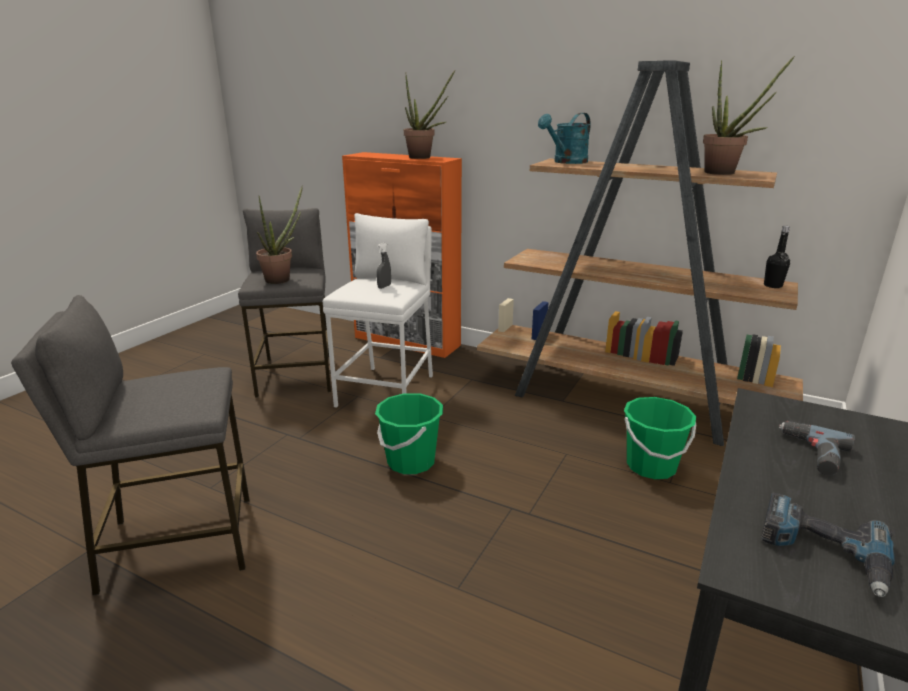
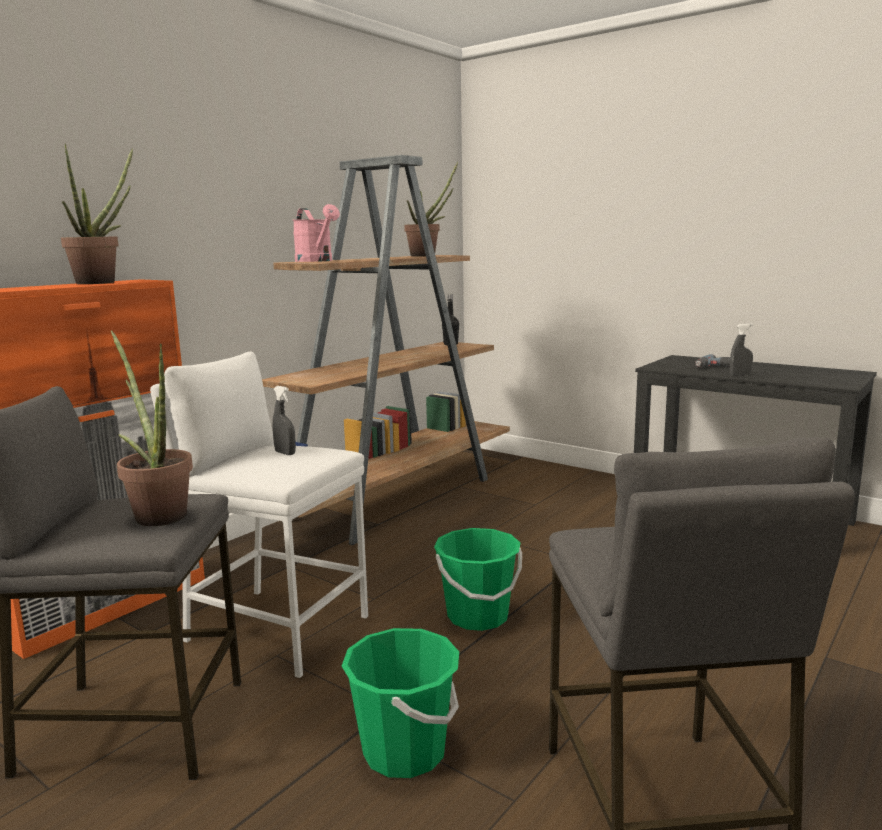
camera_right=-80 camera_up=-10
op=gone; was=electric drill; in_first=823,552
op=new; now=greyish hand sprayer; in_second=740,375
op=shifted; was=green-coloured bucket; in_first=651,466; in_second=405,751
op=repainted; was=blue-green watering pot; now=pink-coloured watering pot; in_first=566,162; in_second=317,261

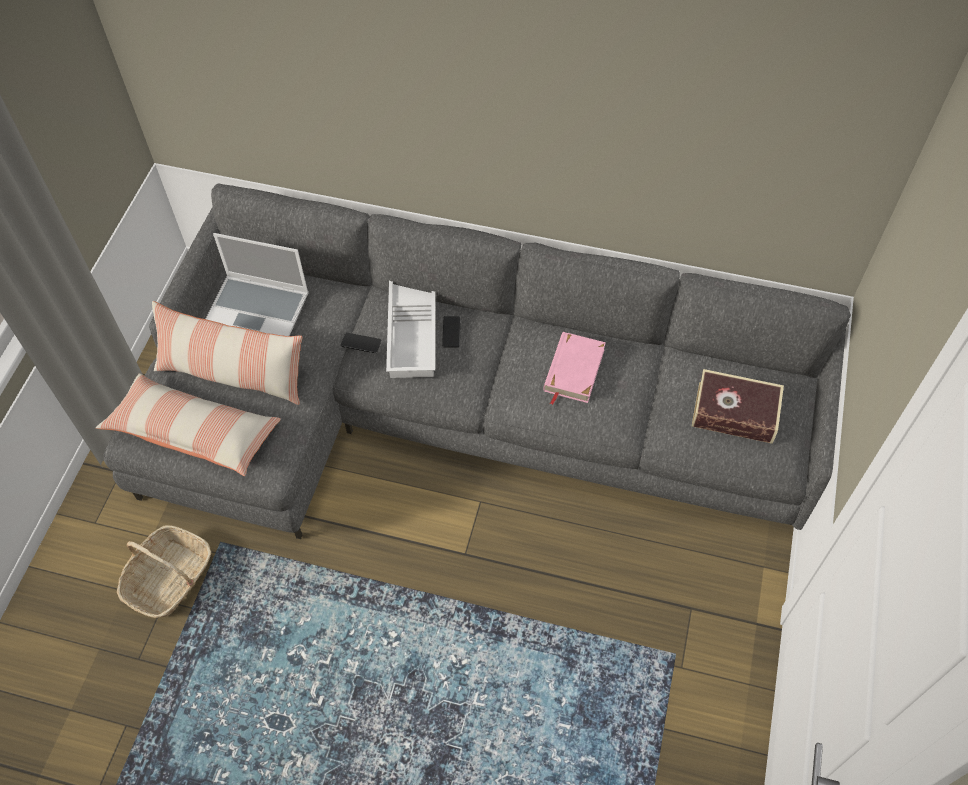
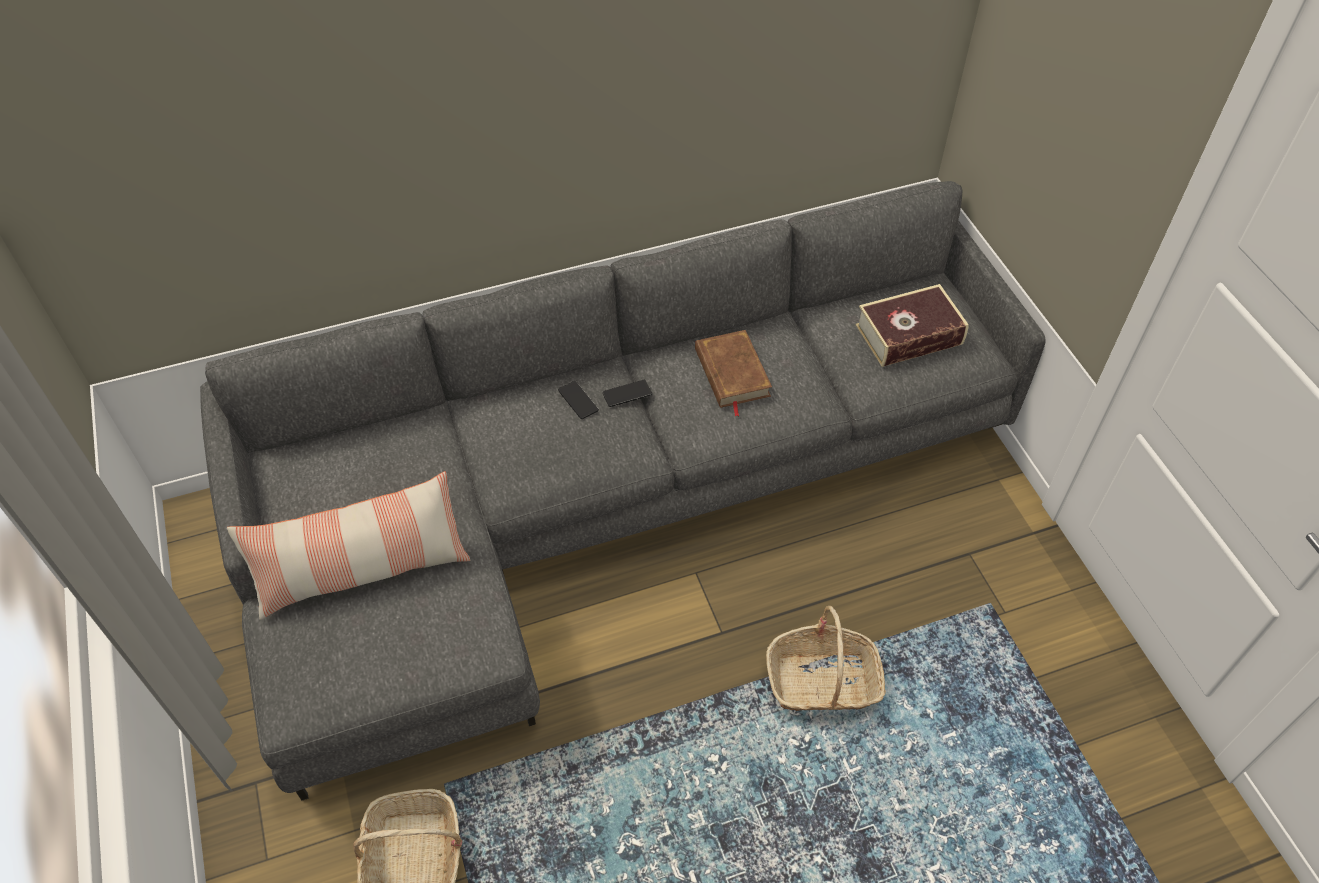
camera_right=-35 camera_up=-5
op=gone; was=throw pillow; in_first=194,433
op=gone; was=portable computer; in_first=259,309
op=gone; was=white serving tray; in_first=414,333
op=new; now=basket; in_second=822,681
op=shifted; was=telephone; in_first=361,343; in_second=627,394
op=repainted; was=pink-coloured book; now=brown-coloured book; in_first=573,370; in_second=731,373

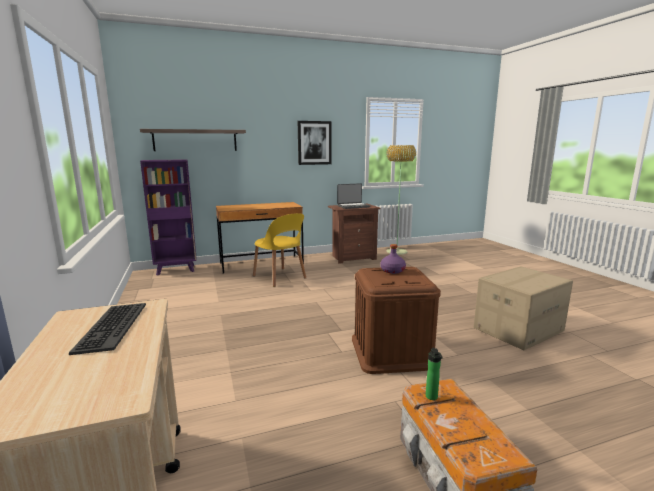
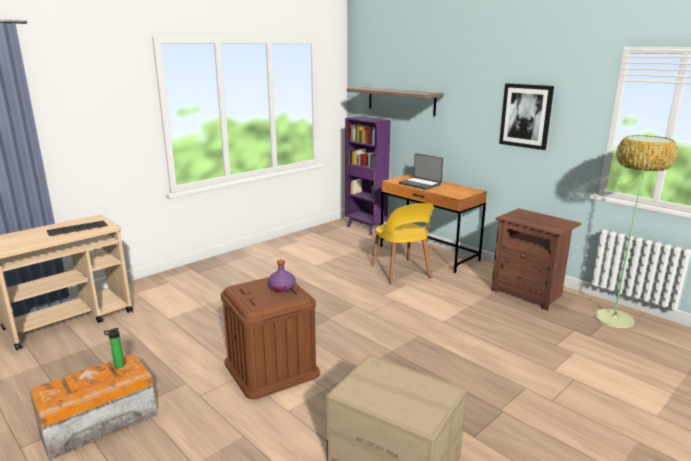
camera_right=65 camera_up=5
op=shifted; was=portable computer; in_first=353,206; in_second=420,184
op=rotated; was=yellow chair; in_first=280,277; in_second=400,272; clockwise=-45

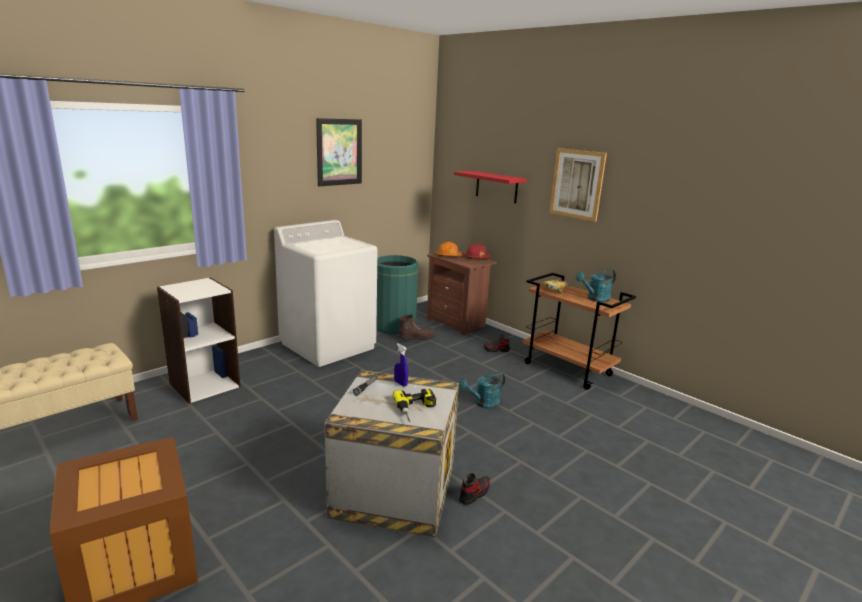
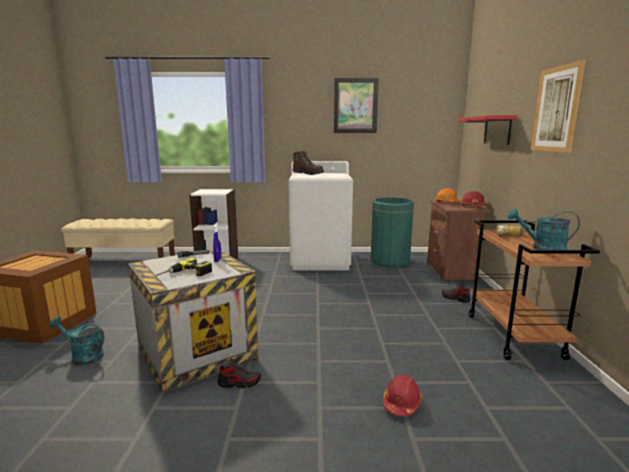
camera_right=45 camera_up=-5
op=new; now=red work helmet; in_second=401,403
op=shifted; was=brown-coloured high-top boot; in_first=416,338; in_second=308,174
op=shifted; was=blue-green watering pot; in_first=483,404; in_second=83,356

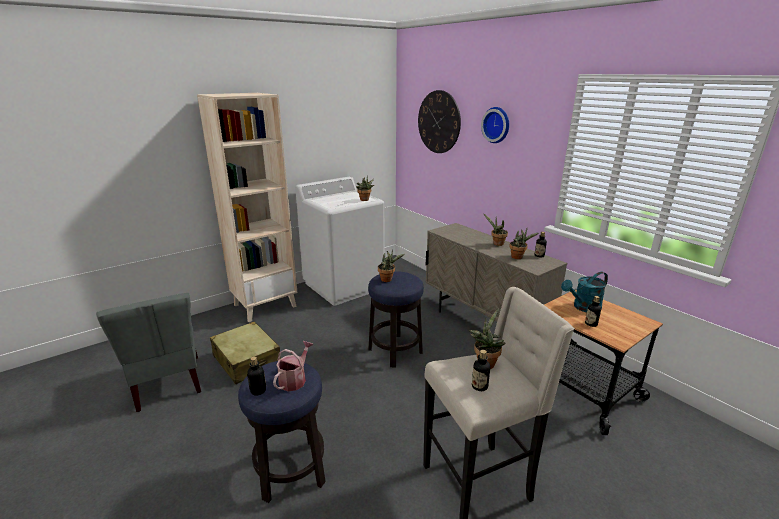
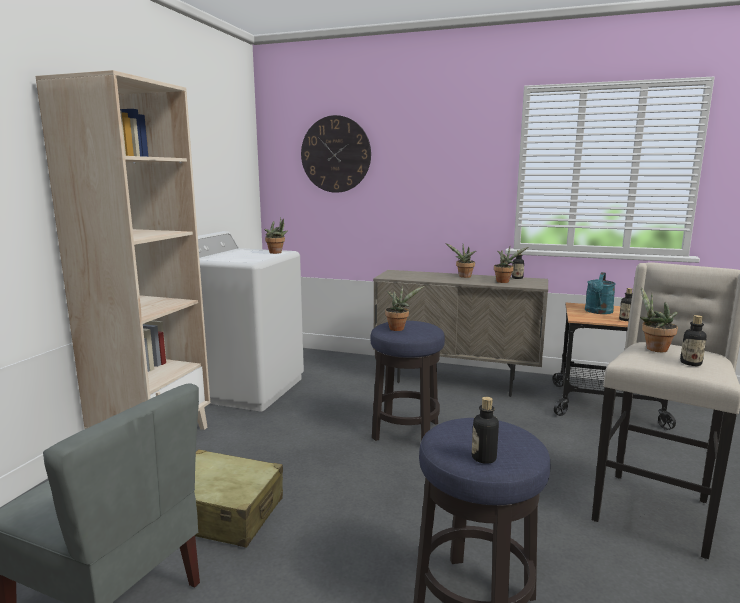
camera_right=-35 camera_up=-10
op=gone; was=watering pot; in_first=295,379
op=gone; was=hanging clock; in_first=497,125

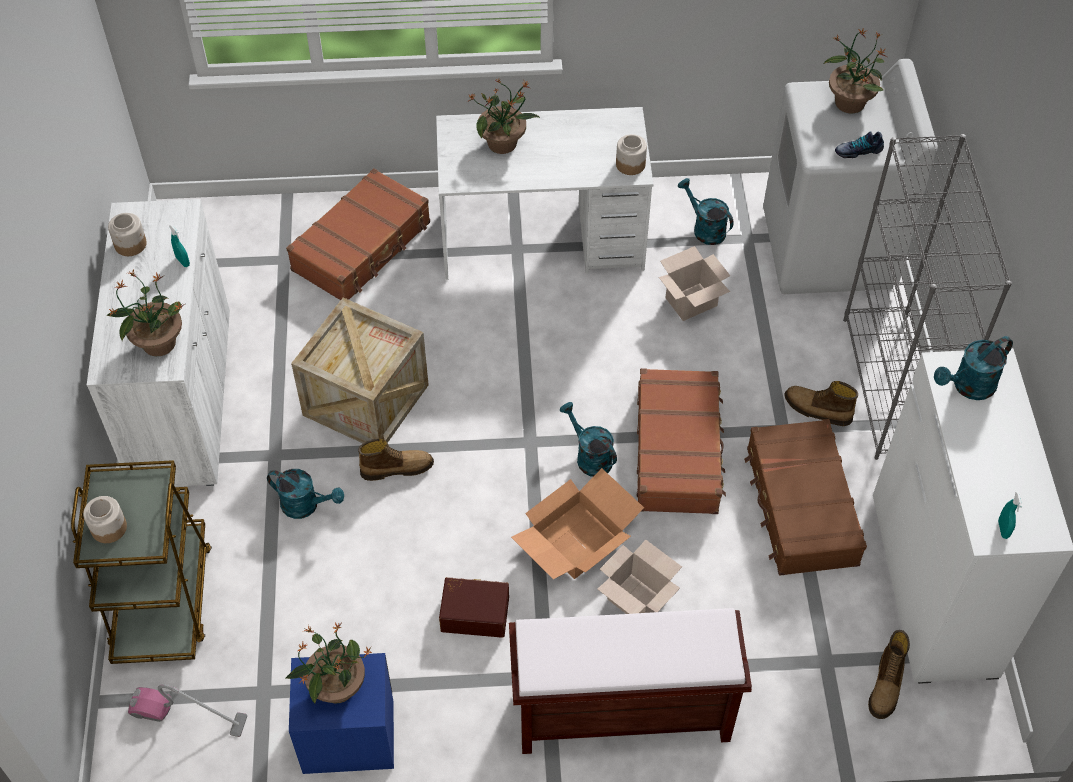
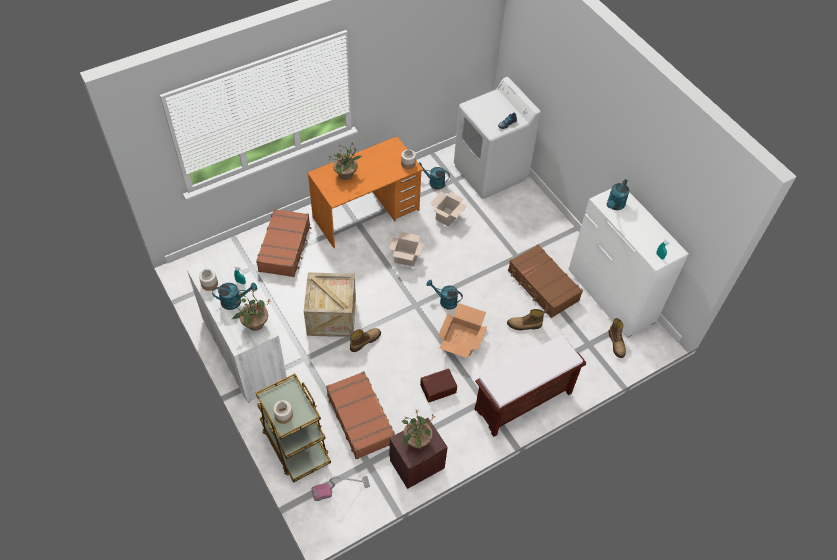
camera_right=-30 camera_up=0
op=gone; was=houseplant; in_first=849,102
op=gone; was=greyish bookshelf; in_first=892,386
op=shifted; was=blue-green watering pot; in_first=306,505; in_second=235,301
op=shifted; was=carton; in_first=638,600; in_second=406,258
op=shifted; was=brown-coloured suitcase; in_first=678,450; in_second=361,418
op=shifted; was=high-top boot; in_first=817,410; in_second=524,325
op=repainted; was=bluish night table; now=brown-coloured night table; in_first=348,736; in_second=417,464
op=repainted; was=white desk; now=orangey desk; in_first=542,241; in_second=366,214

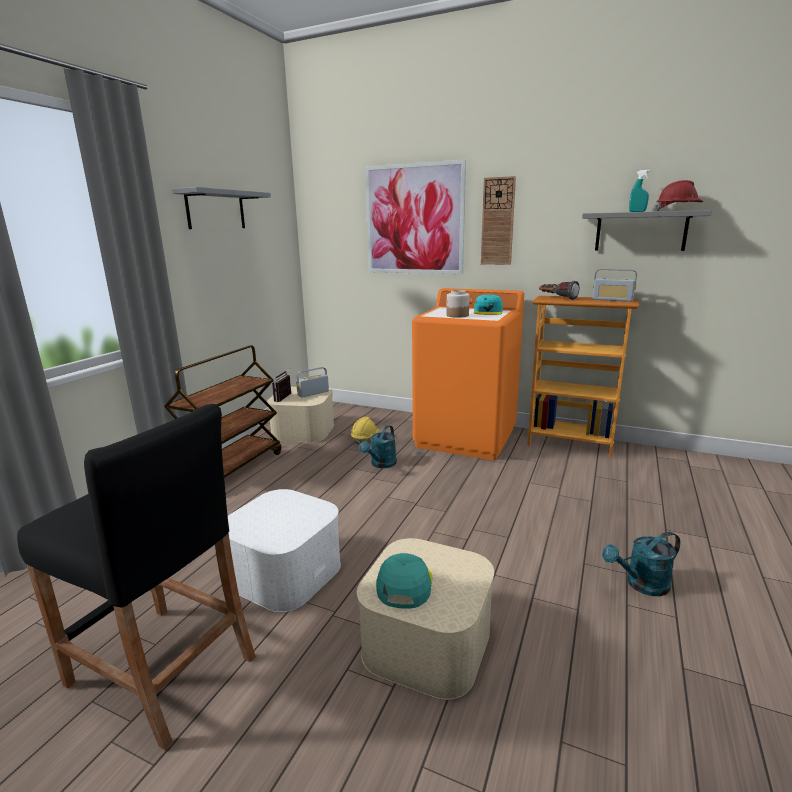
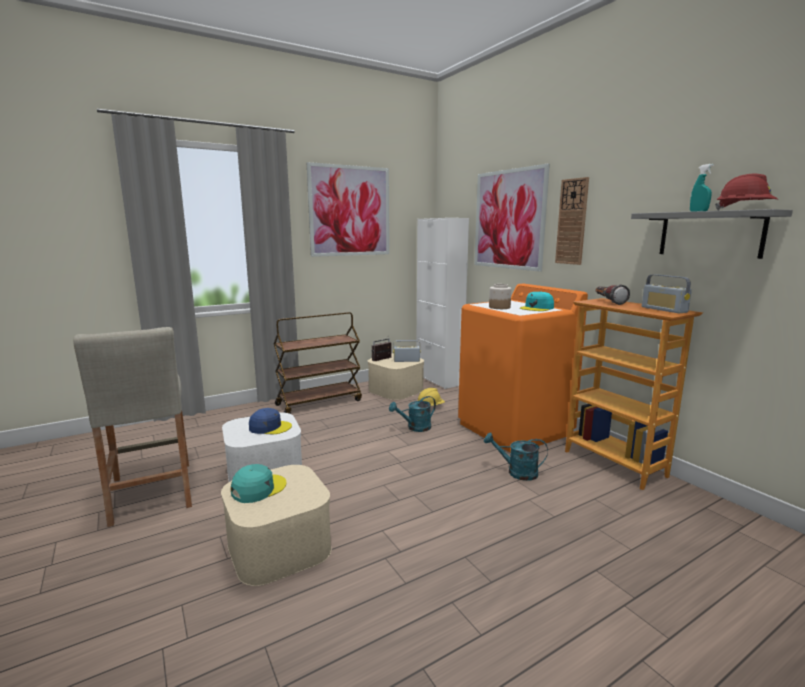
camera_right=35 camera_up=-5
op=new; now=bluish cap; in_second=270,427
op=new; now=white cabinet; in_second=439,379
op=shifted; was=blue-green watering pot; in_first=641,585; in_second=516,472
op=swapped; was=greyish bracket shelf; now=wall art; in_first=216,210; in_second=350,211
op=repainted; was=black-coloured sitting stool; now=sand-coloured sitting stool; in_first=162,670; in_second=151,492

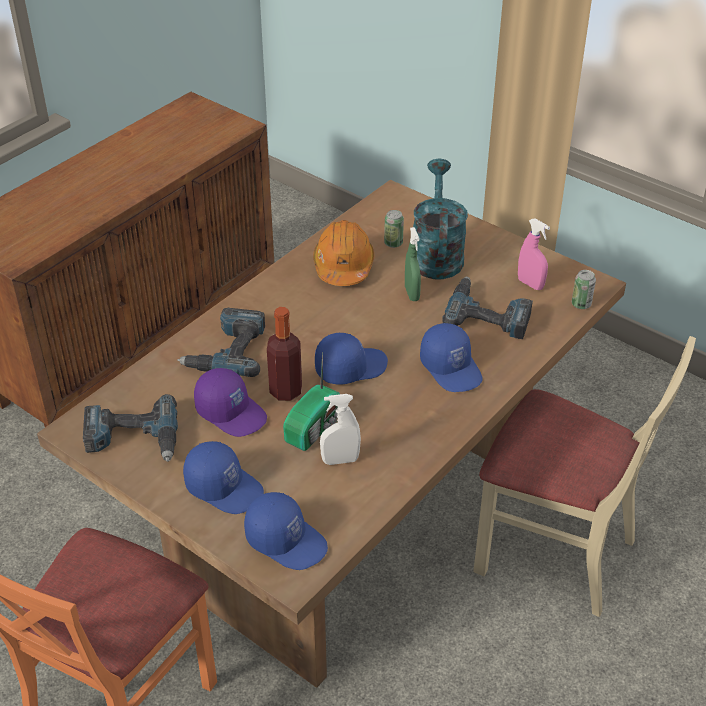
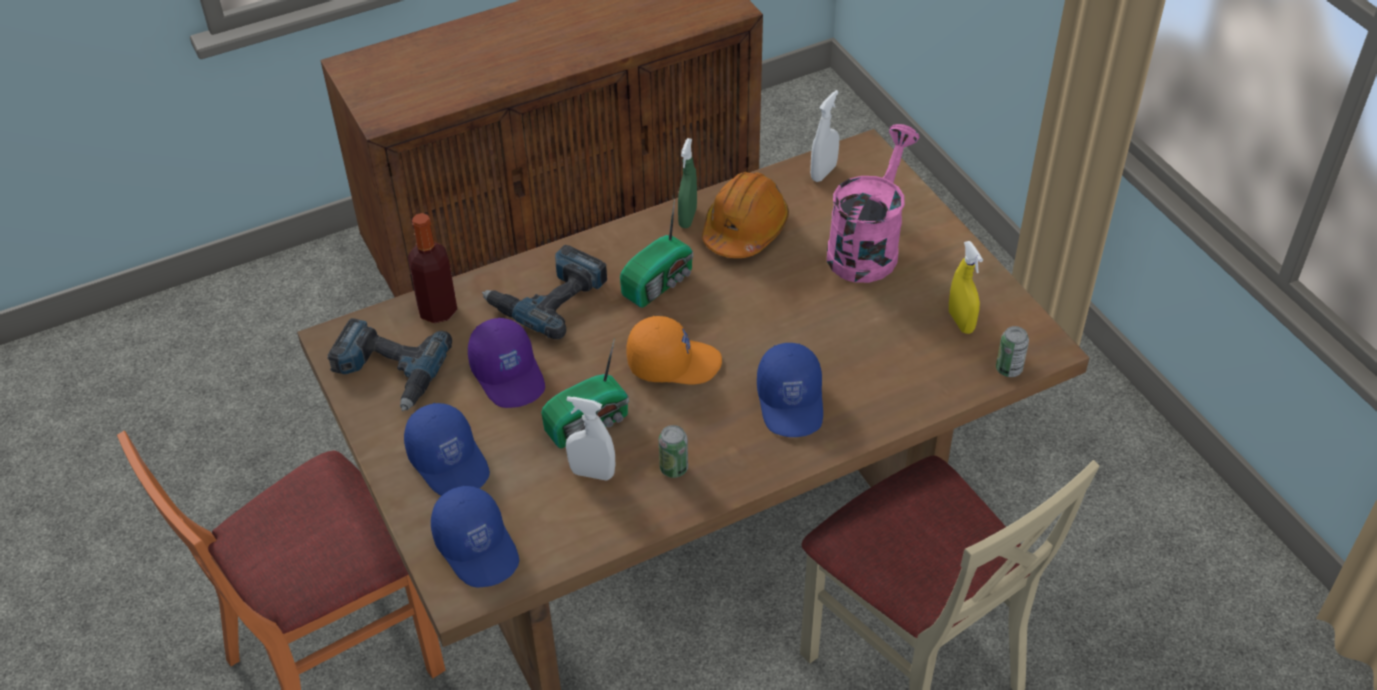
camera_right=25 camera_up=5
op=gone; was=electric drill; in_first=488,314
op=new; now=radio set; in_second=660,283
op=new; now=white hand sprayer; in_second=823,172
op=shifted; was=beverage bottle; in_first=286,391; in_second=438,310
op=shifted; was=sealed can; in_first=393,243; in_second=674,468
op=shifted; was=green-coloured hand sprayer; in_first=411,293; in_second=687,218
op=repainted; was=bluish cap; now=orangey cap; in_first=350,367; in_second=673,362
op=repainted; was=blue-green watering pot; now=pink-coloured watering pot; in_first=436,254; in_second=867,246
op=repainted; was=pink-coloured hand sprayer; now=yellow hand sprayer; in_first=530,284; in_second=961,322

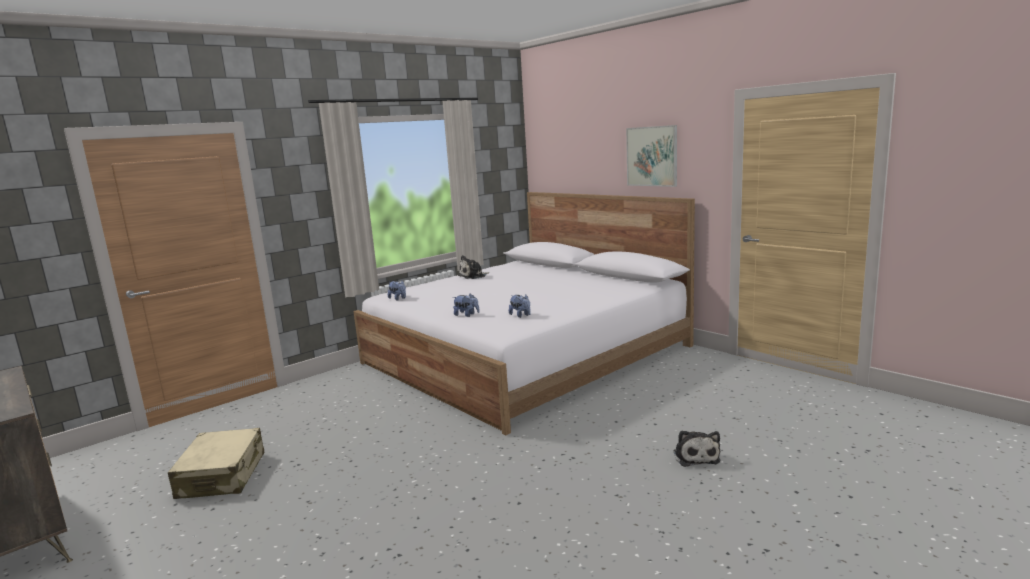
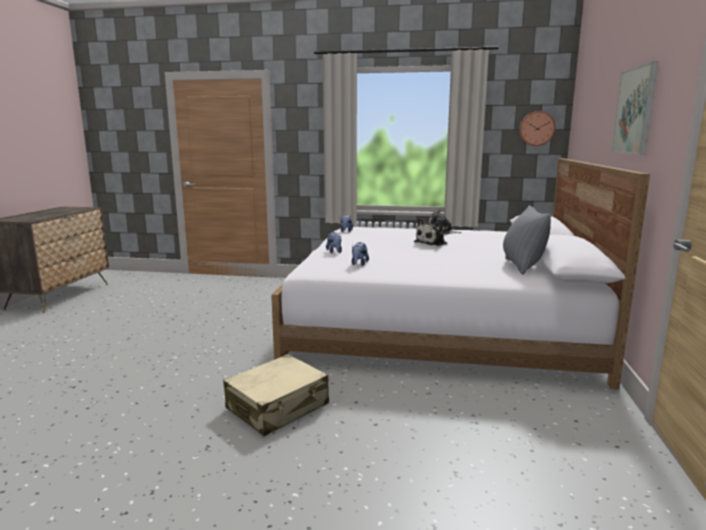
camera_right=50 camera_up=0
op=new; now=greyish throw pillow; in_second=522,266
op=new; now=hanging clock; in_second=536,128
op=shifted; was=sand-coloured suitcase; in_first=222,475; in_second=278,407
op=shifted; was=soft toy; in_first=695,456; in_second=432,243

